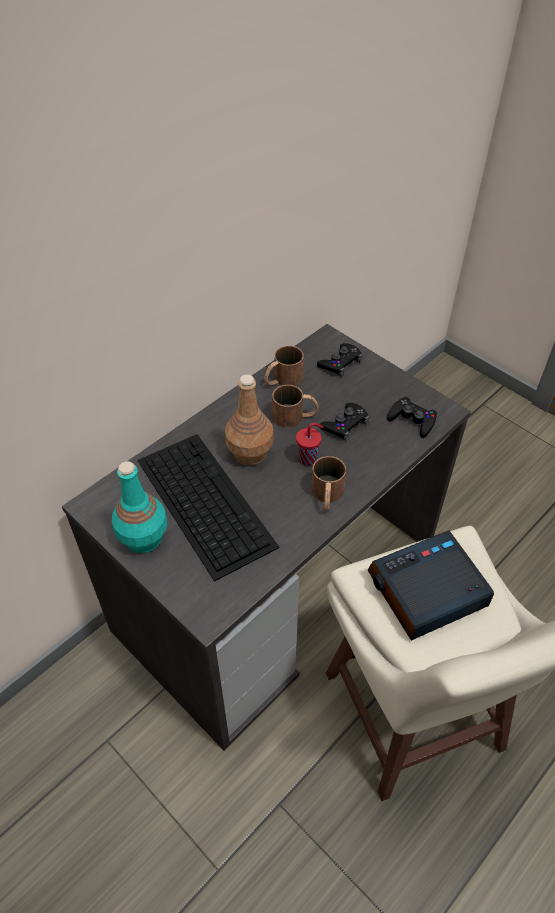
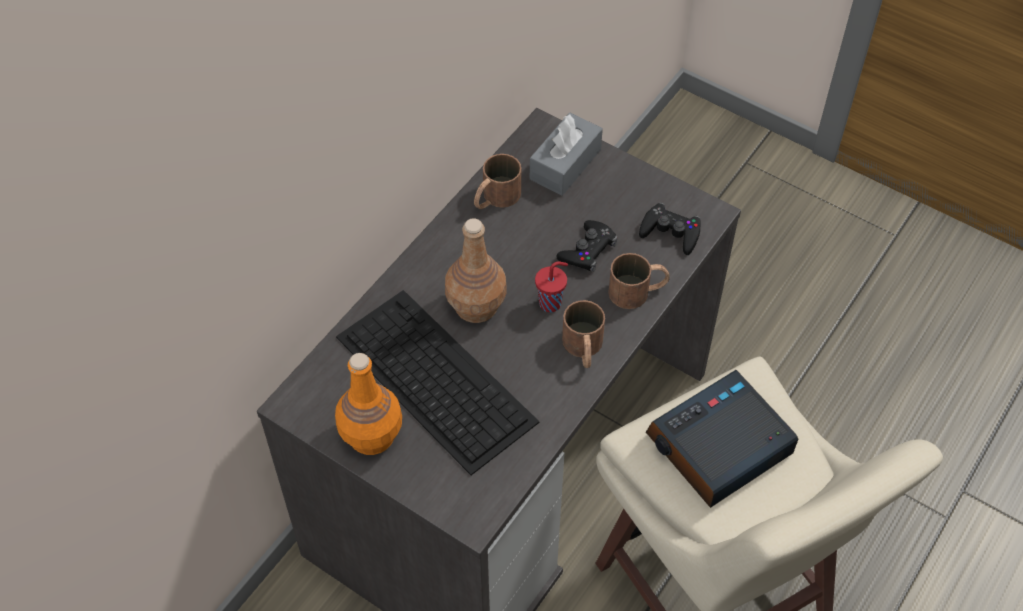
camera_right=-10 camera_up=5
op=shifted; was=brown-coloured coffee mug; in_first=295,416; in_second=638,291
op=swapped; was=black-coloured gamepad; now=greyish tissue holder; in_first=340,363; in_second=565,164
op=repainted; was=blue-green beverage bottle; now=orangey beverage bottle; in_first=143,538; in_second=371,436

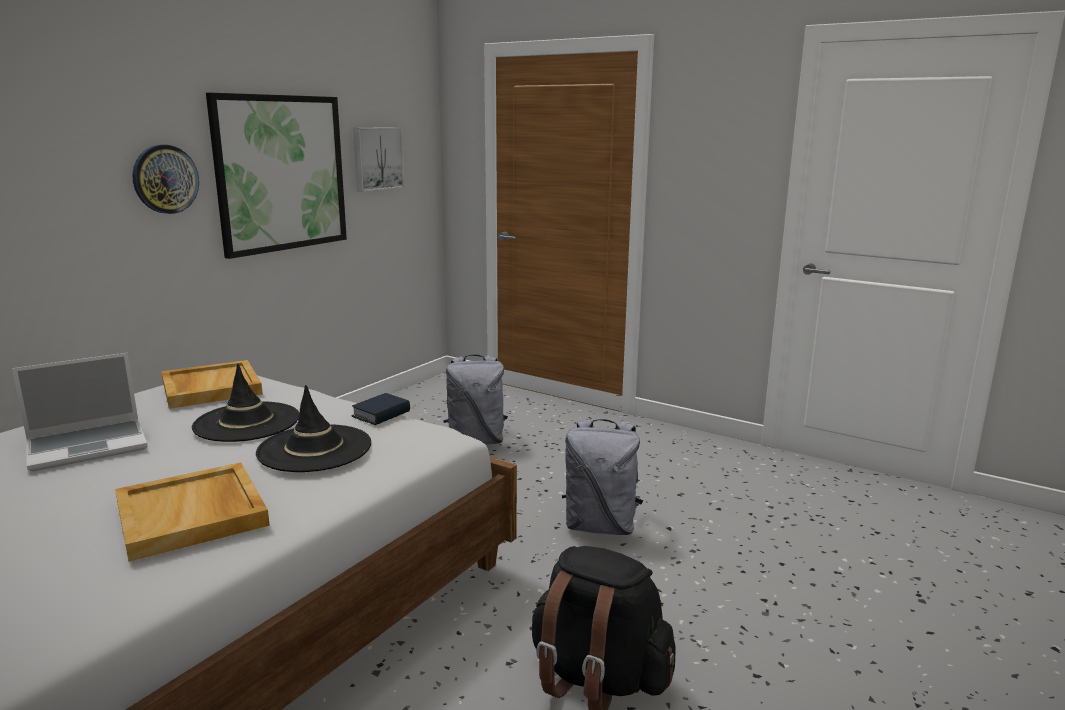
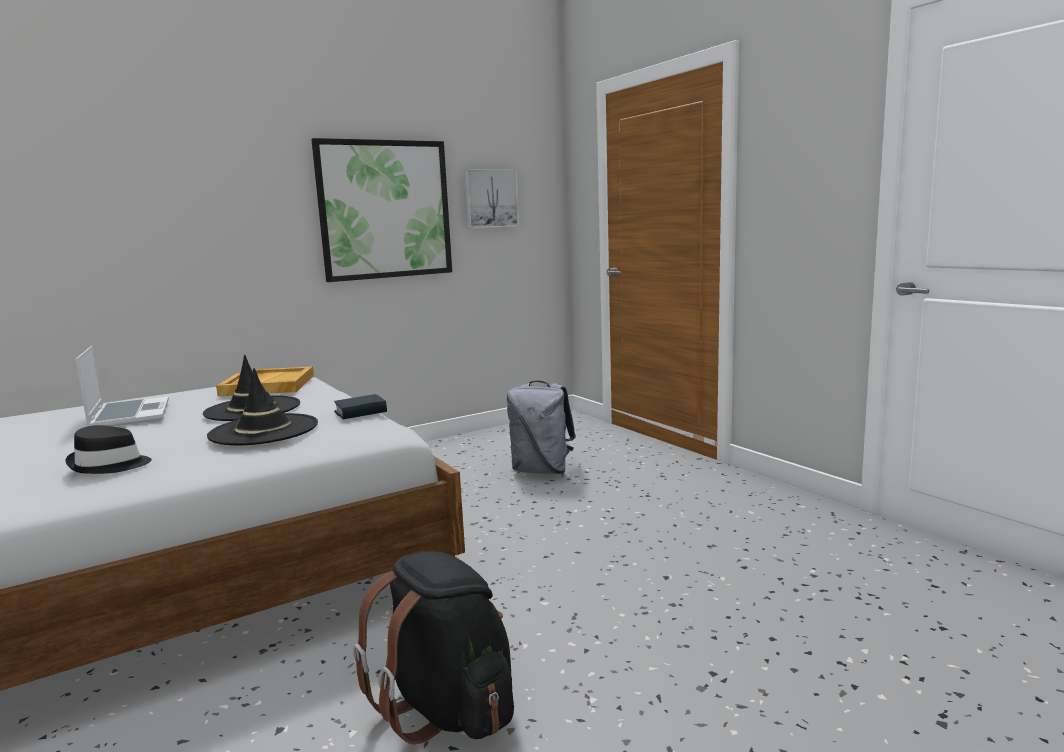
camera_right=25 camera_up=-5
op=gone; was=hanging clock; in_first=165,179
op=gone; was=greyish backpack; in_first=600,526
op=swapped; was=sand-coloured serving tray; now=black-coloured hat; in_first=193,514; in_second=109,465
op=rotated; was=portable computer; in_first=89,446; in_second=129,415; clockwise=-105

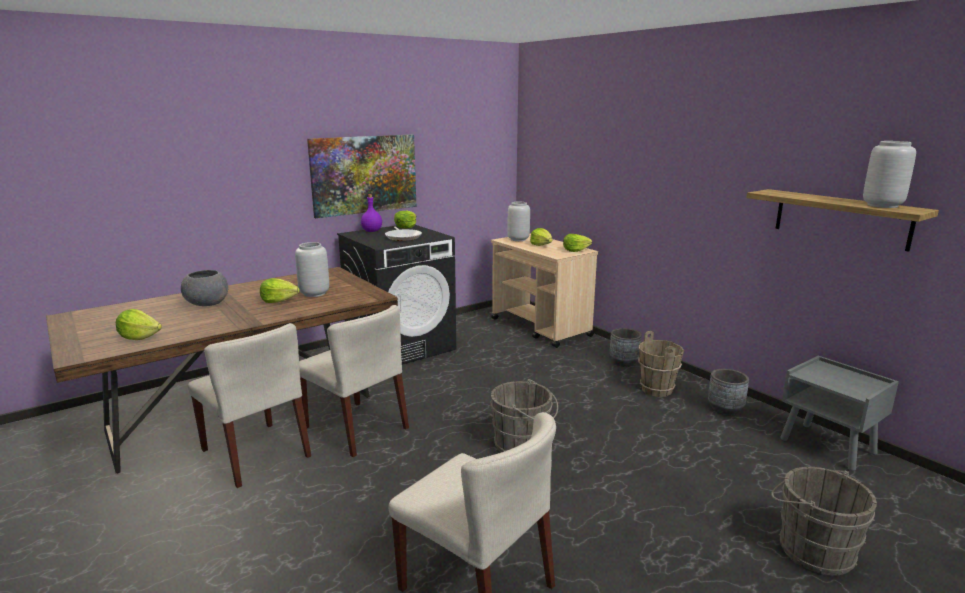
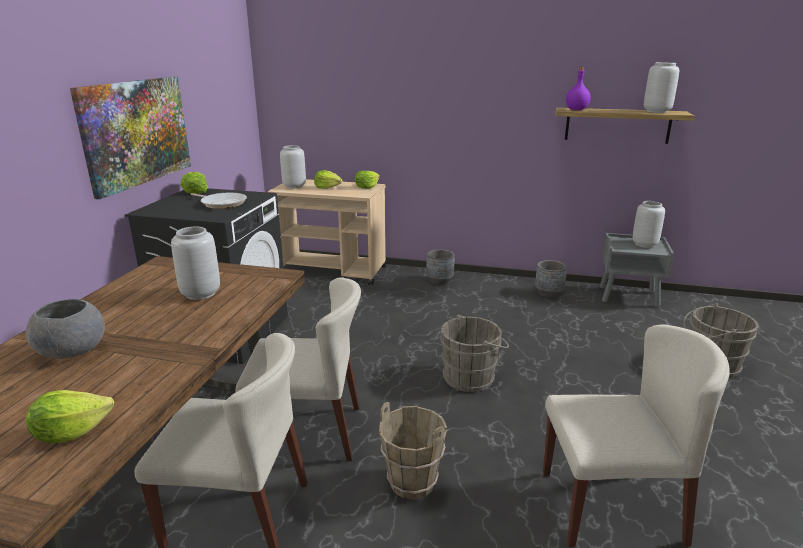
camera_right=-40 camera_up=5
op=gone; was=lettuce head; in_first=279,300
op=new; now=greyish flower vase; in_second=644,244
op=shifted; was=purple beverage bottle; in_first=372,231; in_second=576,110
op=shifted; was=brown-coloured bucket; in_first=657,390; in_second=412,482

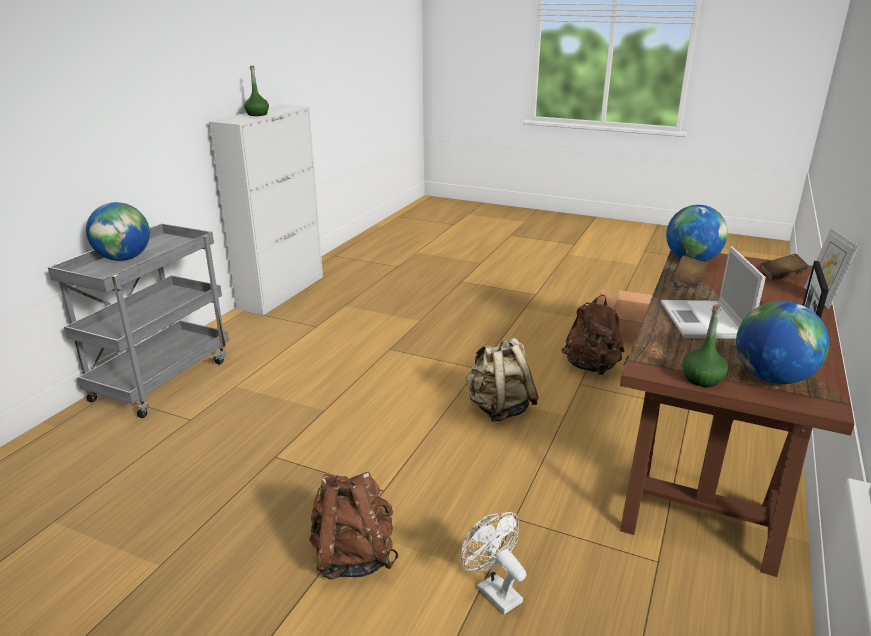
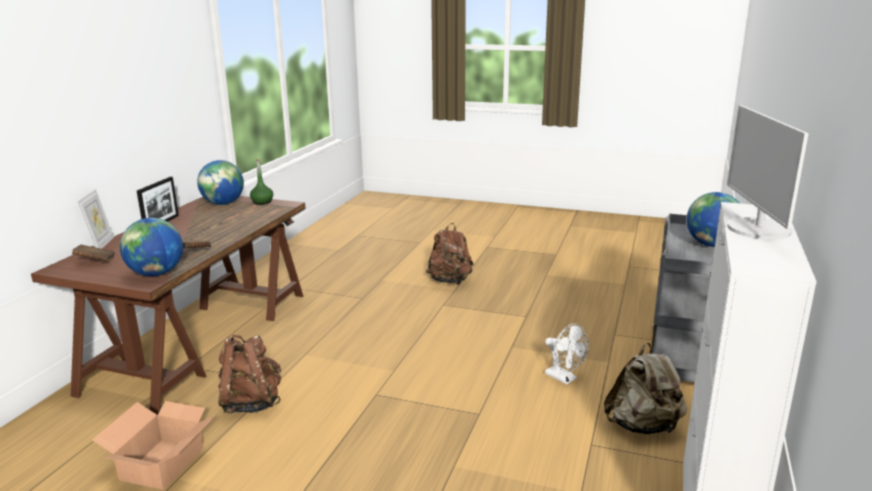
camera_right=175 camera_up=-5
op=gone; was=portable computer; in_first=704,321
op=shifted; was=white cooling fan; in_first=493,590; in_second=565,378
op=shifted; was=sand-coloured backpack; in_first=499,409; in_second=643,426
op=swapped; was=green-coloured beverage bottle; now=computer display; in_first=257,114; in_second=758,229

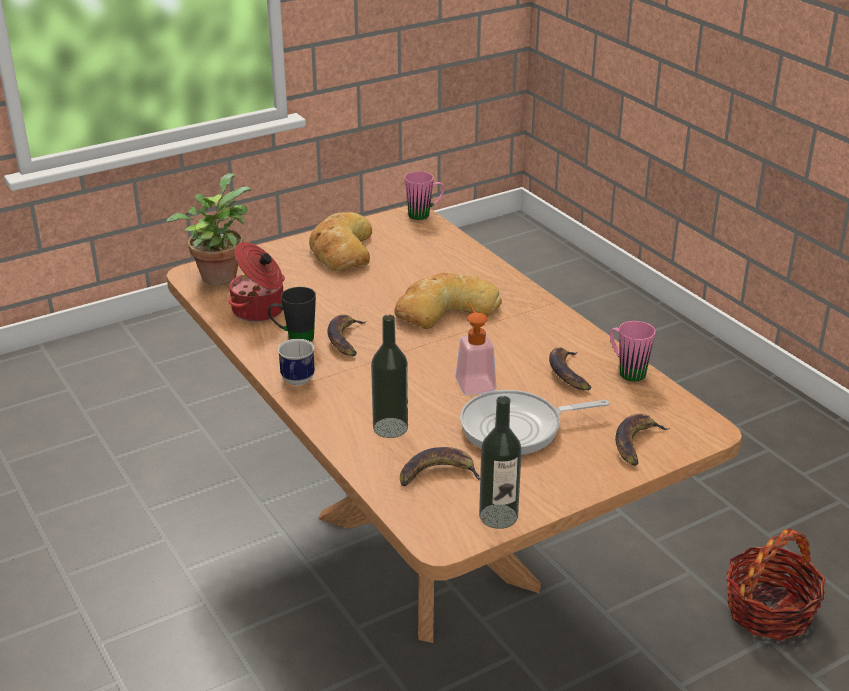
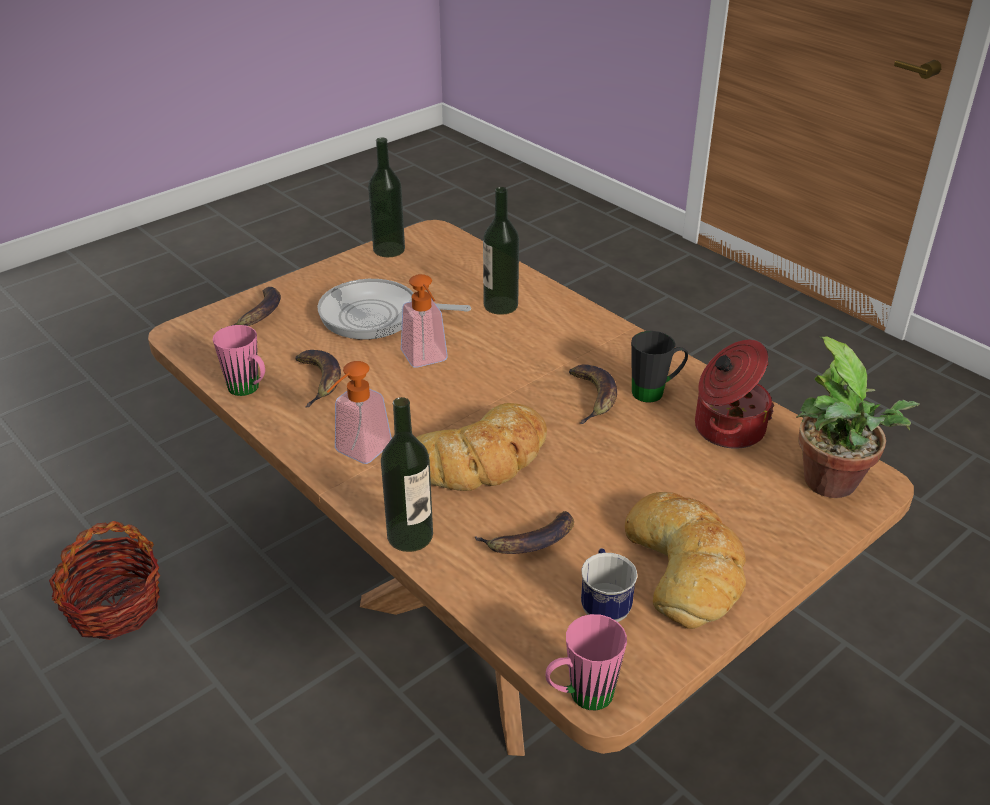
camera_right=170 camera_up=5
op=new; now=soap dispenser; in_second=357,453
op=new; now=beverage bottle; in_second=410,536
op=shifted; was=coffee mug; in_first=297,382; in_second=604,605
op=shifted; was=banana fruit; in_first=438,474; in_second=530,541
op=rotated; was=pan; in_first=517,428; in_second=376,316; clockwise=-150

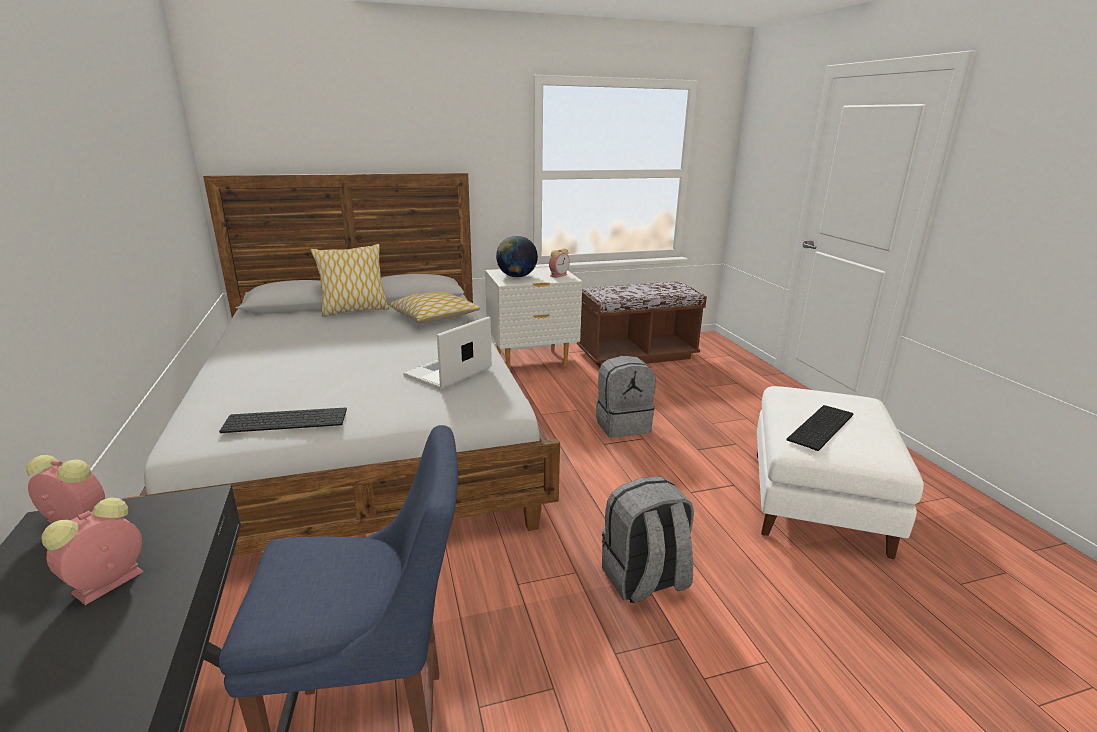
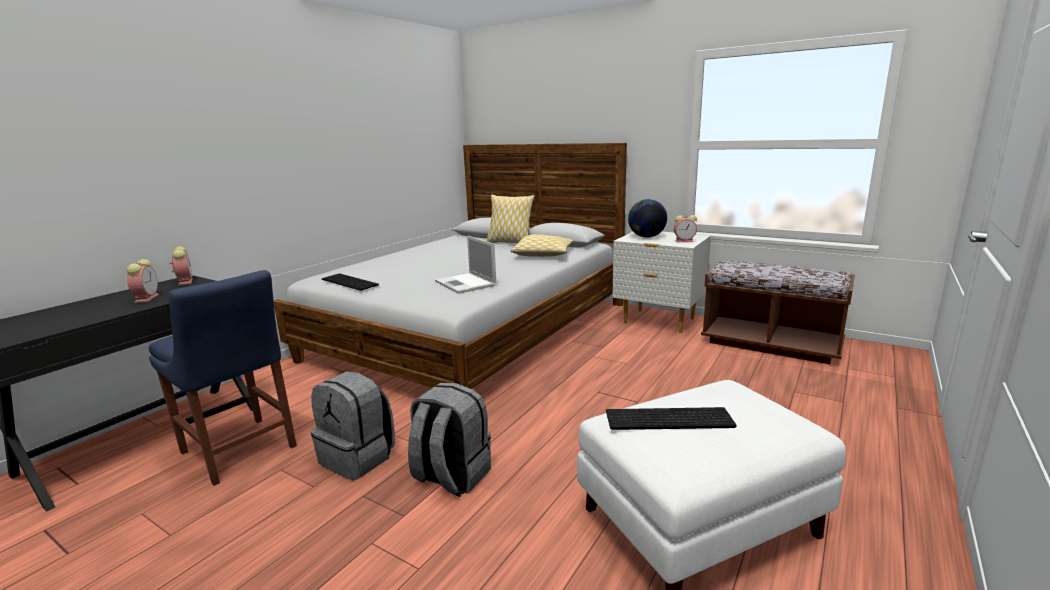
camera_right=50 camera_up=-5
op=shifted; was=greyish backpack; in_first=622,425; in_second=359,458
op=rotated; was=table clock; in_first=105,584; in_second=147,298; clockwise=90
op=rotated; was=portable computer; in_first=447,373; in_second=466,283; clockwise=-120

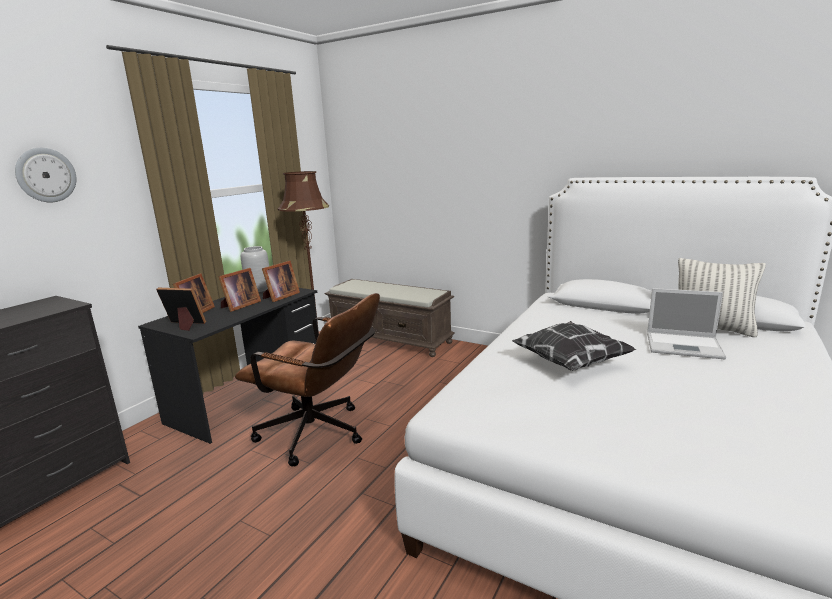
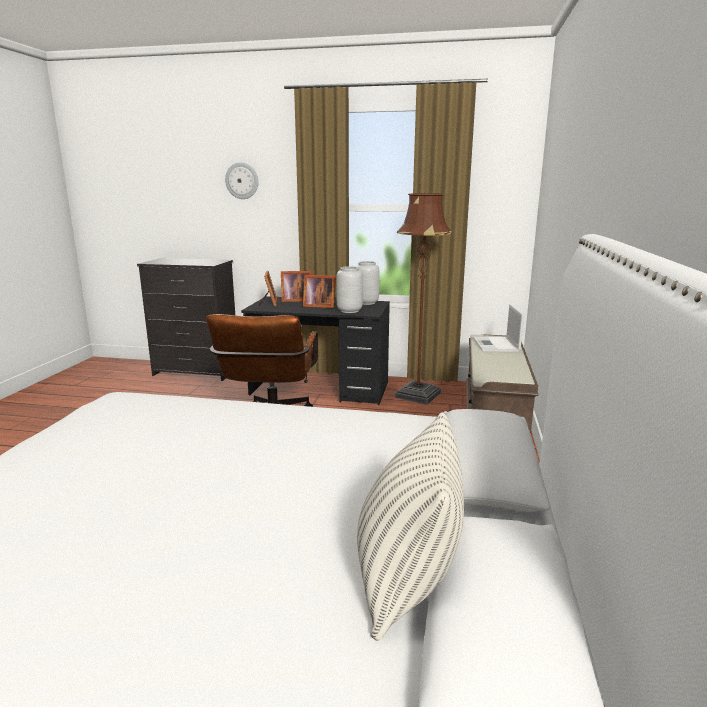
camera_right=70 camera_up=0
op=gone; was=throw pillow; in_first=570,362
op=shifted; was=portable computer; in_first=685,346; in_second=496,345
op=swapped; was=picture frame; now=greyish flower vase; in_first=280,297; in_second=350,311

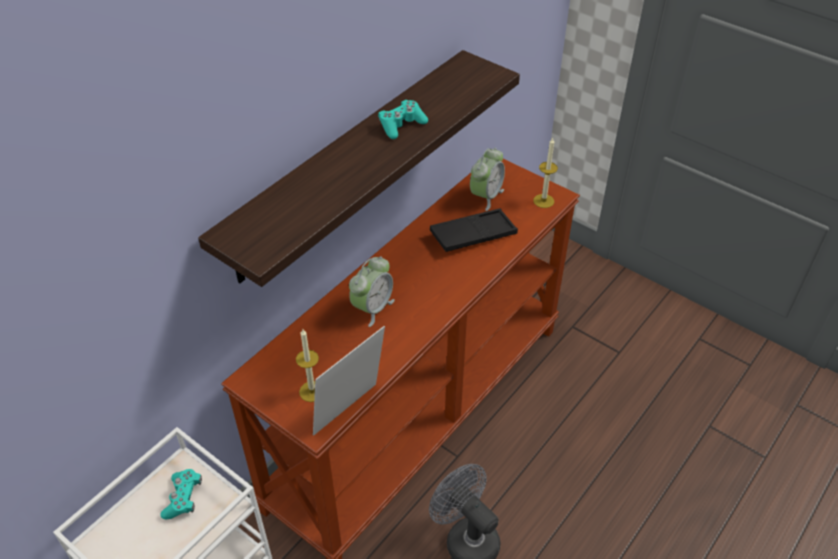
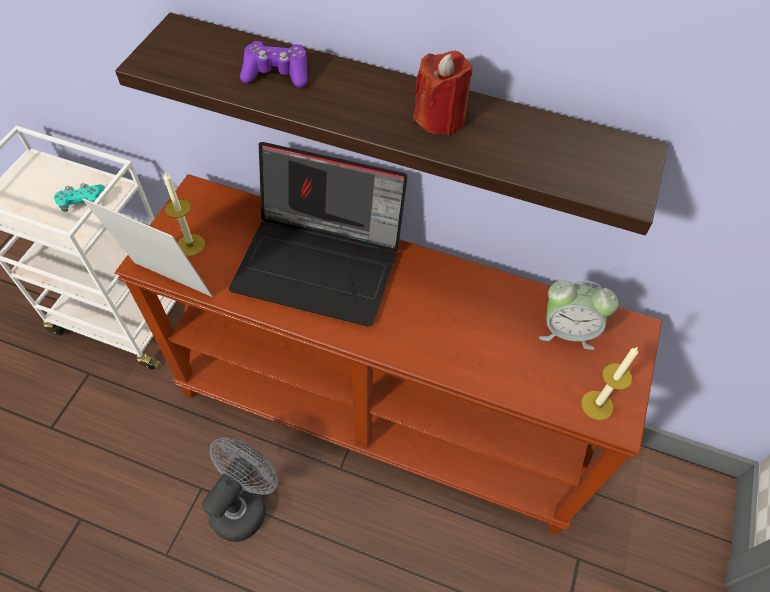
camera_right=70 camera_up=10
op=gone; was=black-coloured serving tray; in_first=473,235
op=new; now=purple gamepad; in_second=276,74
op=swapped; was=table clock; now=portable computer; in_first=372,308; in_second=321,263
op=swapped; was=blue-green gamepad; now=red wax light; in_first=401,125; in_second=440,118

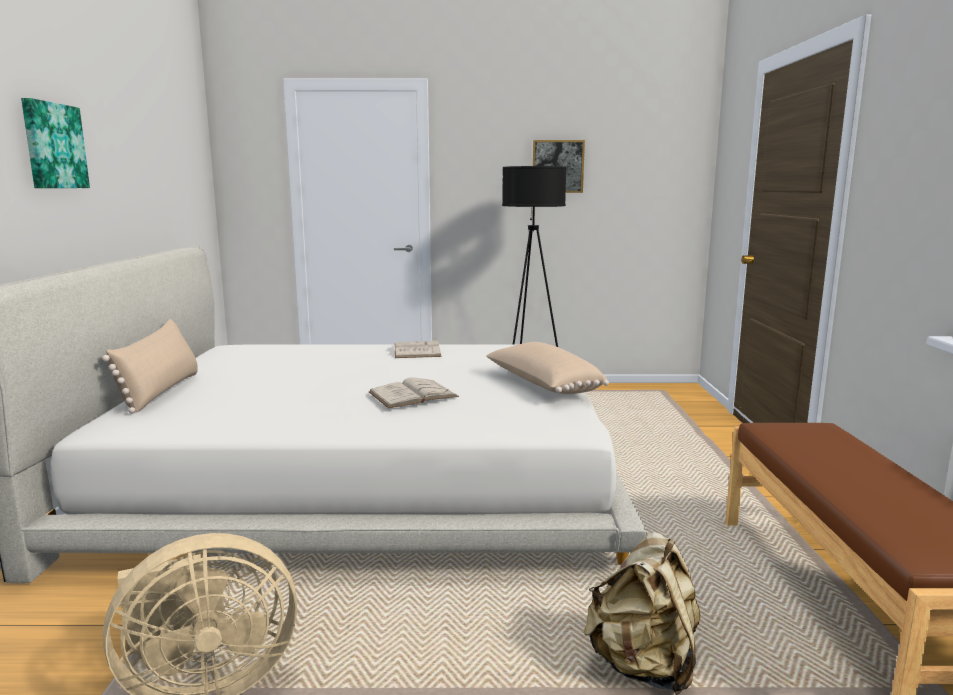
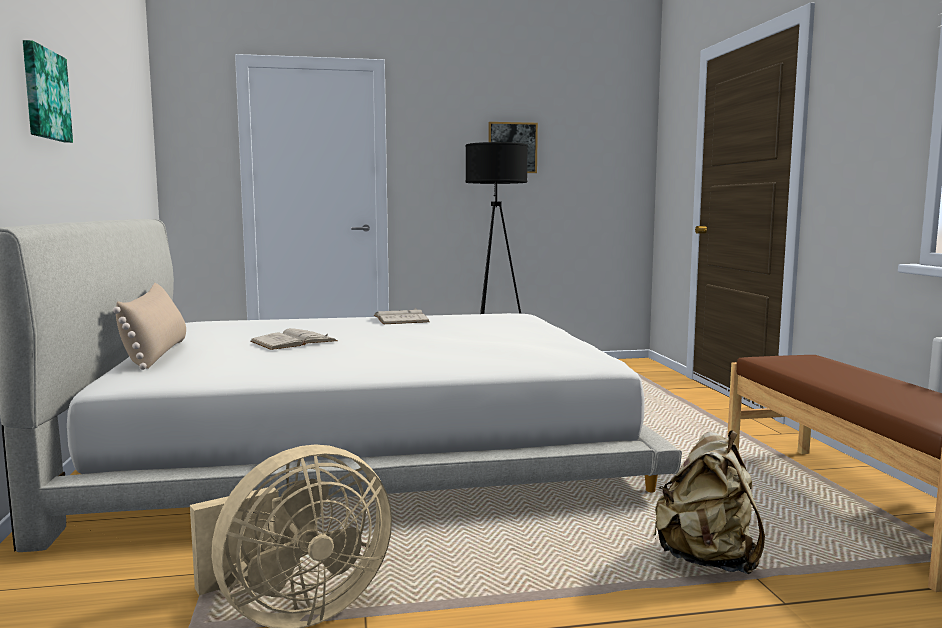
camera_right=-10 camera_up=-5
op=gone; was=sand-coloured throw pillow; in_first=542,385
op=shifted; was=white book; in_first=413,394; in_second=293,341

